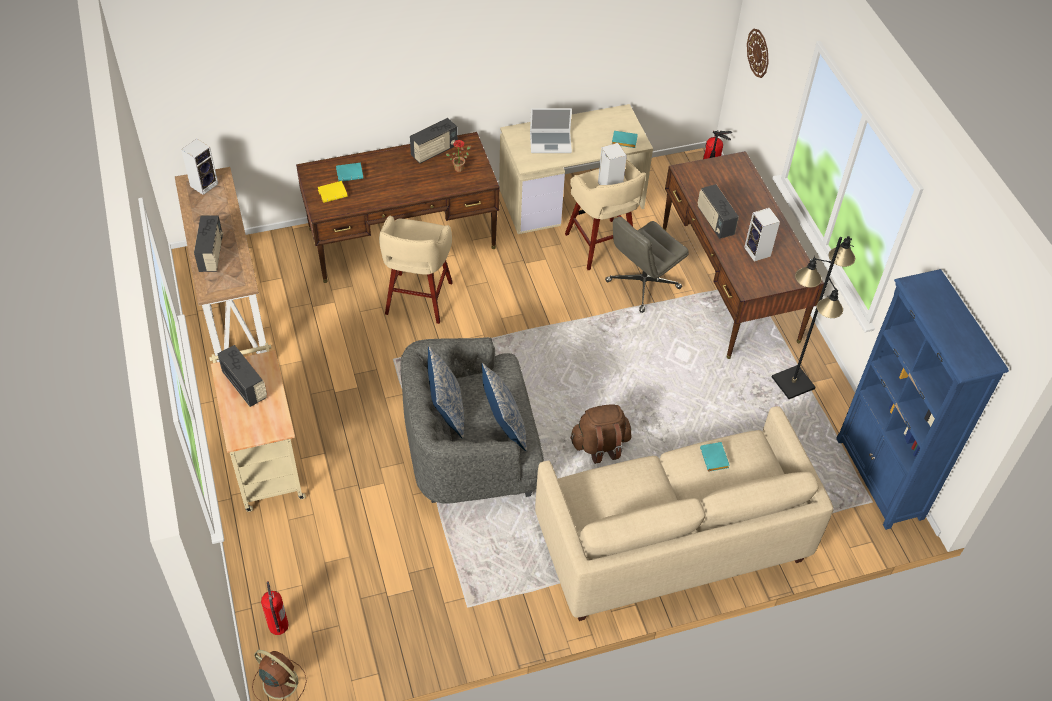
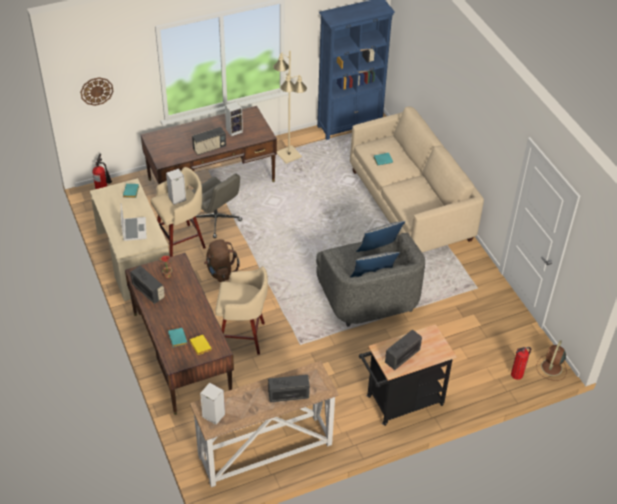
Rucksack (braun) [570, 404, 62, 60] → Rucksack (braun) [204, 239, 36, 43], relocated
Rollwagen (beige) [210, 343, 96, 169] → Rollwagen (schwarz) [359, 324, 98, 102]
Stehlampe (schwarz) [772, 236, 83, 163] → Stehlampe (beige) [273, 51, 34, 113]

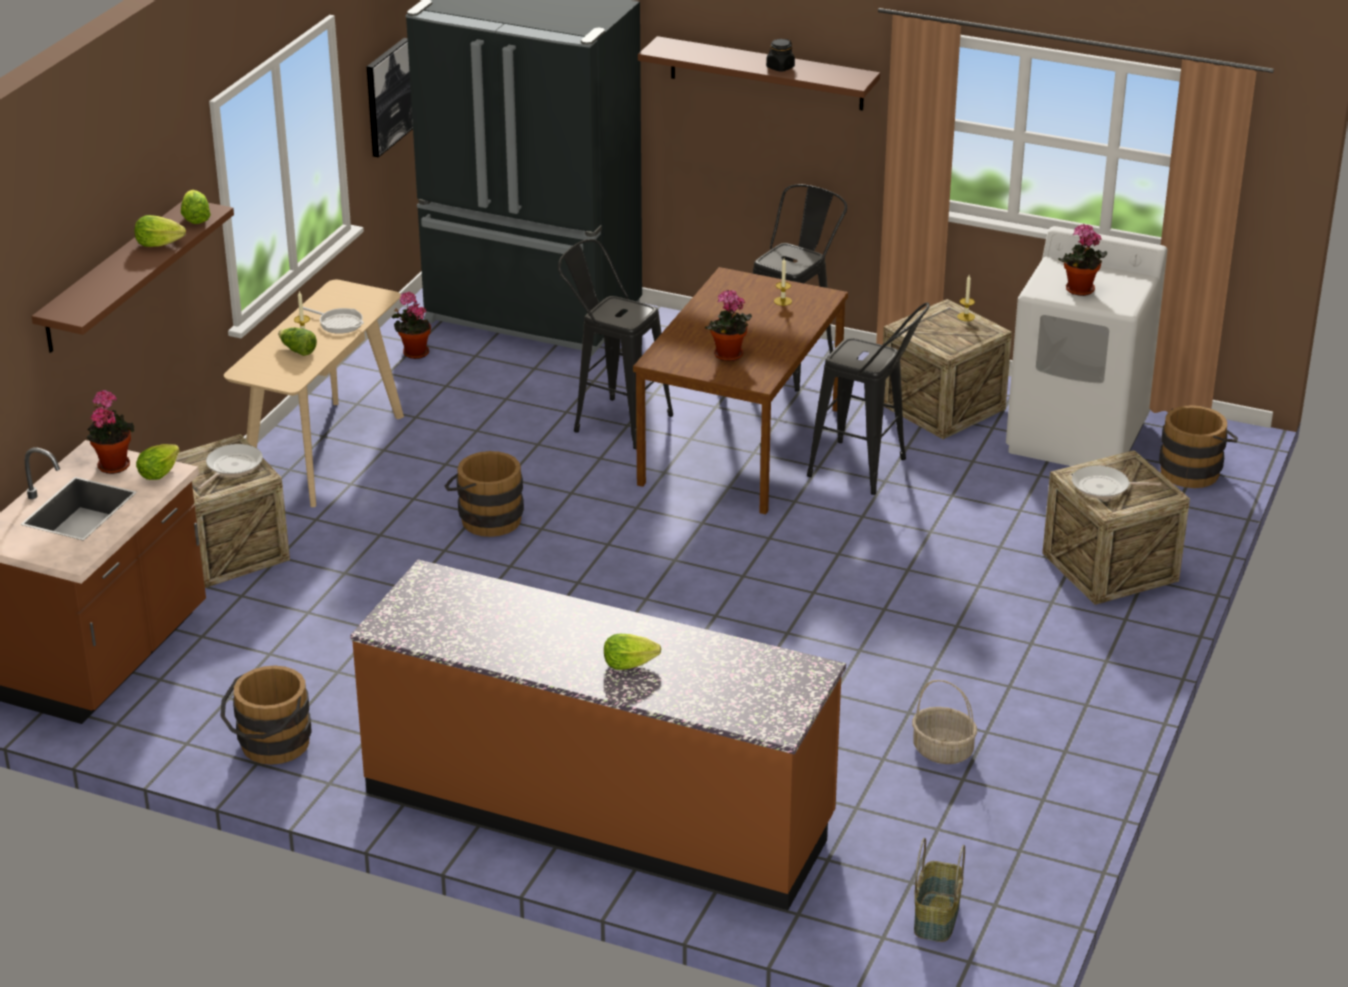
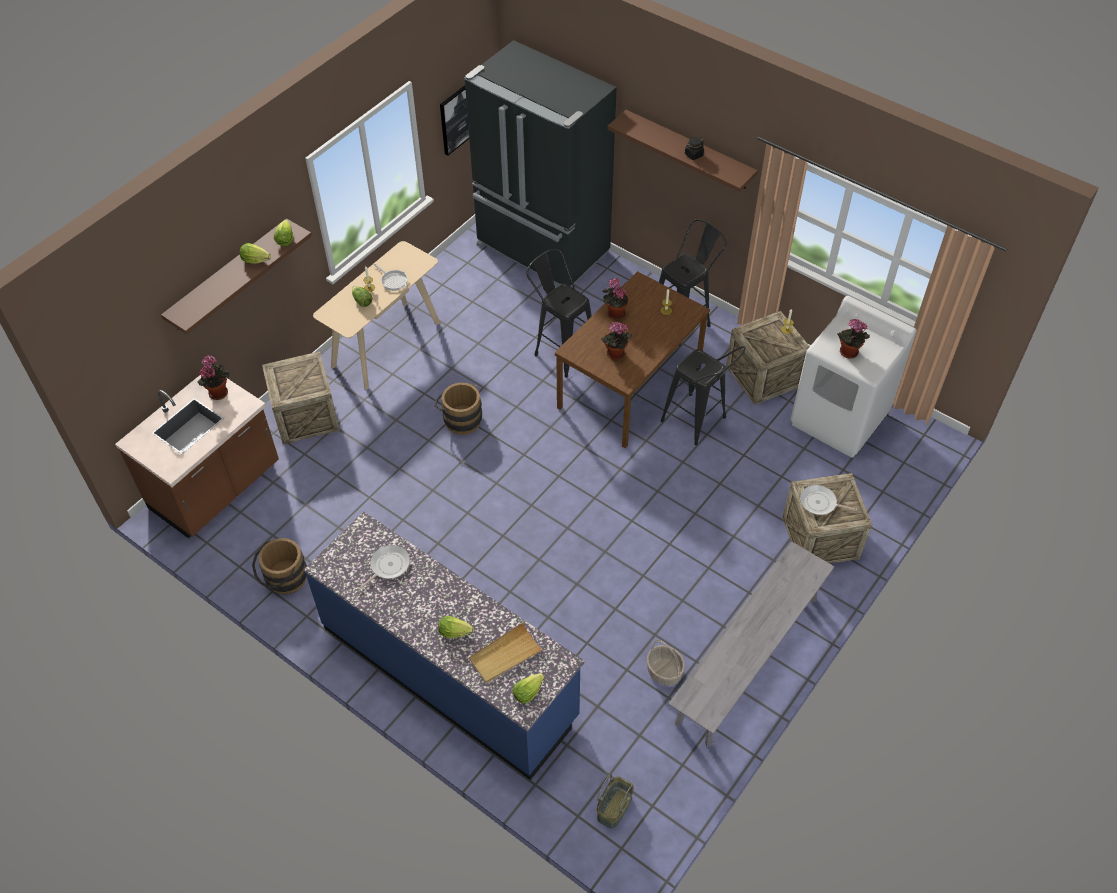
Eimer (braun) [1159, 405, 79, 83] → -
- → Tablett (beige) [469, 623, 74, 60]
- → Bank (grau) [668, 542, 167, 205]
Salatkopf [136, 444, 44, 36] → Salatkopf [513, 673, 32, 30], relocated
Pfanne [197, 444, 66, 46] → Pfanne [358, 545, 52, 45], relocated
Topfpflanze [392, 291, 39, 68] → Topfpflanze [602, 278, 26, 42], relocated
Küchenzeile (braun) [350, 559, 496, 351] → Küchenzeile (blau) [304, 511, 281, 269]

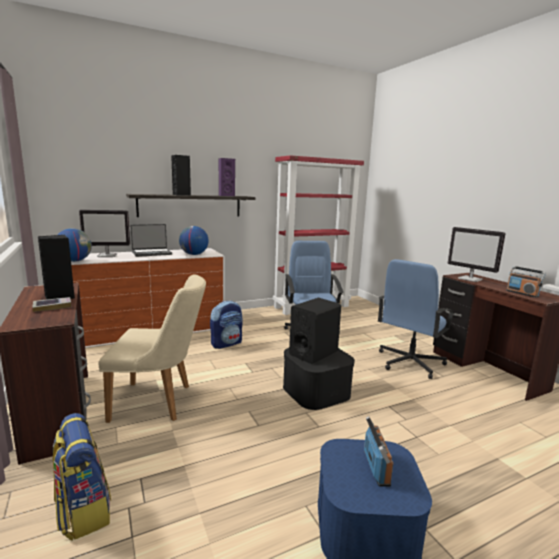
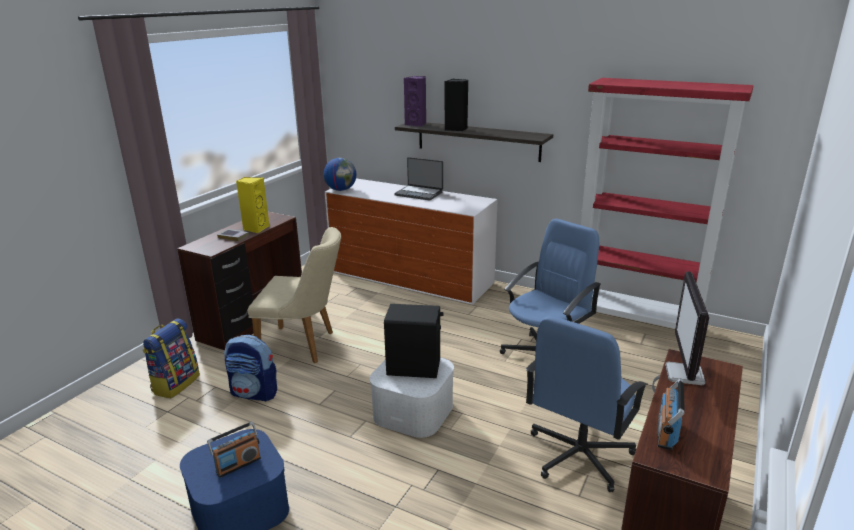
Monitor [79, 210, 51, 47] → -
Globus [179, 226, 30, 29] → -
Rucksack [210, 300, 32, 49] → Rucksack [224, 335, 53, 67], relocated
Lautsprecher (lila) [219, 158, 16, 38] → Lautsprecher (lila) [404, 76, 22, 51], relocated
Lautsprecher (schwarz) [38, 235, 37, 65] → Lautsprecher (gelb) [236, 177, 34, 56]
Aufbewahrungsbox (schwarz) [283, 348, 72, 62] → Aufbewahrungsbox (weiß) [370, 357, 84, 81]
Stuhl (beige) [99, 274, 107, 149] → Stuhl (beige) [248, 227, 93, 136], 45 degrees counterclockwise
Bürostuhl (blau) [378, 259, 77, 120] → Bürostuhl (blau) [526, 316, 122, 176], 60 degrees counterclockwise

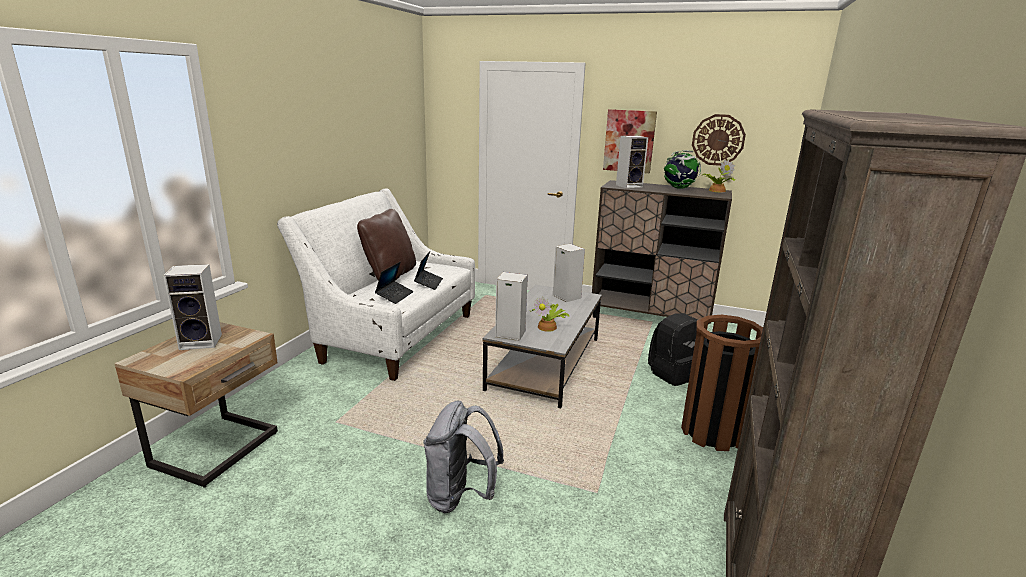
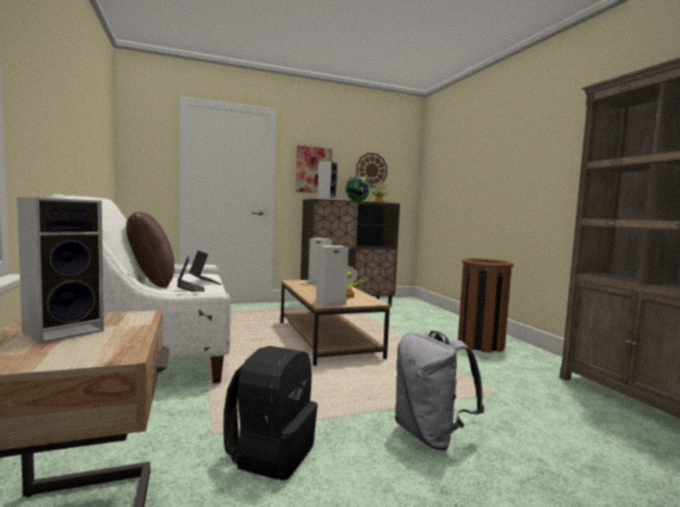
Rucksack (schwarz) [648, 313, 50, 73] → Rucksack (schwarz) [223, 346, 95, 134], relocated
Couchtisch (grau) [483, 285, 119, 123] → Couchtisch (braun) [281, 280, 109, 86]

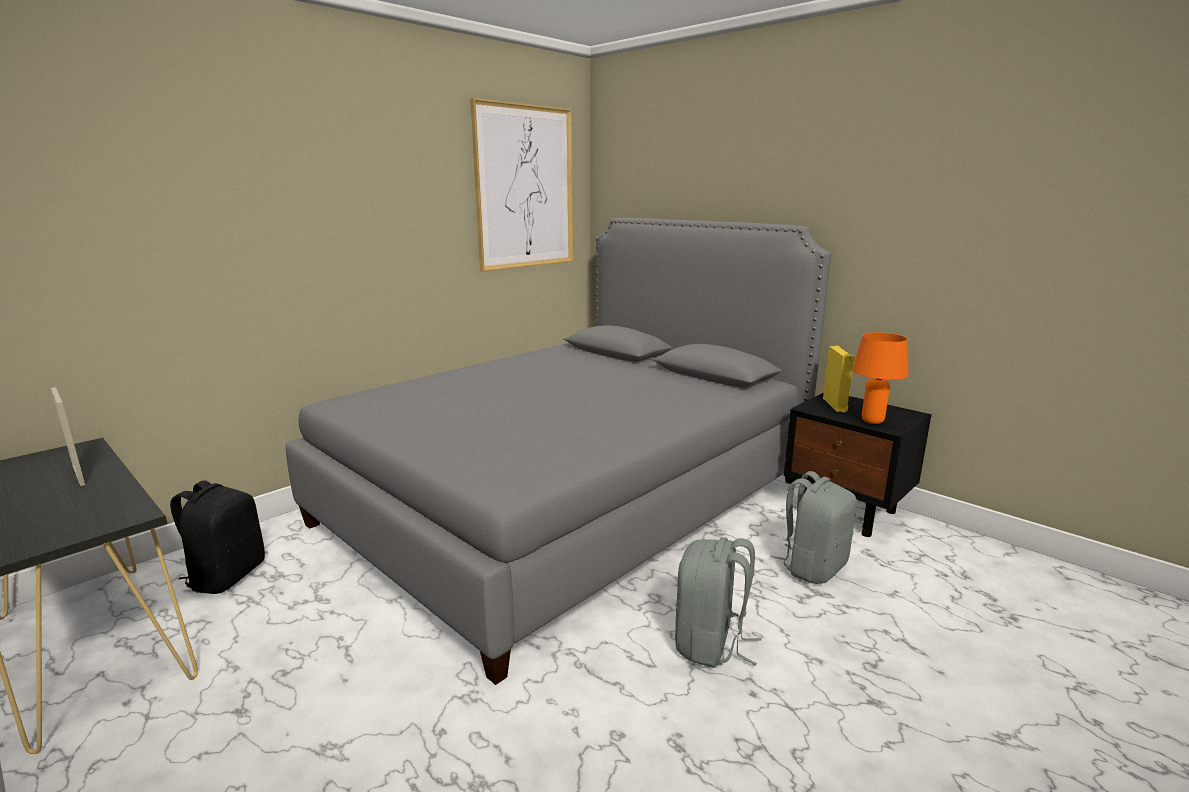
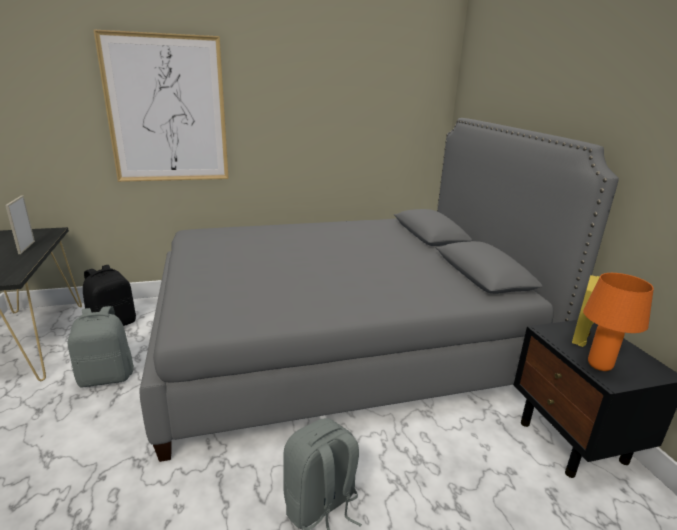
Bild [471, 98, 102, 173] → Bild [93, 29, 136, 153], relocated
Rucksack (grau) [770, 471, 87, 113] → Rucksack (grau) [68, 306, 66, 81], relocated

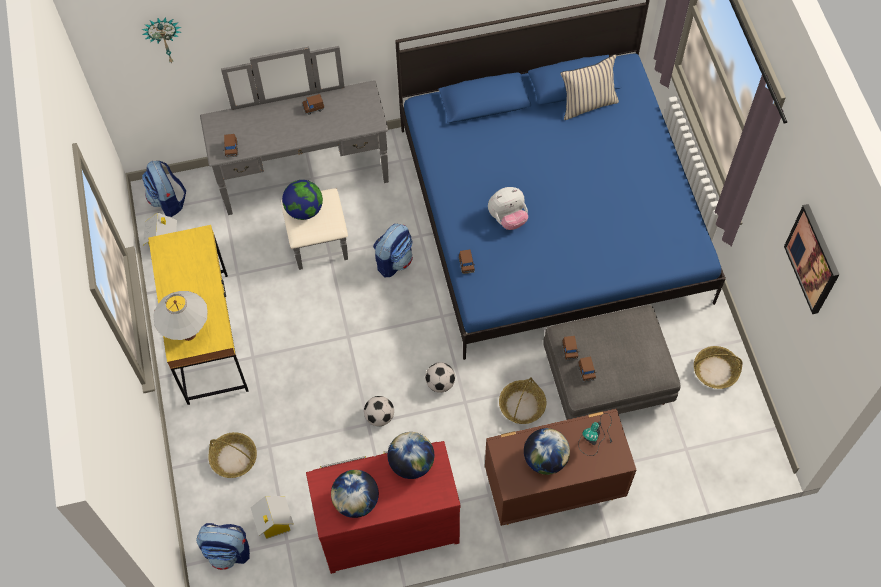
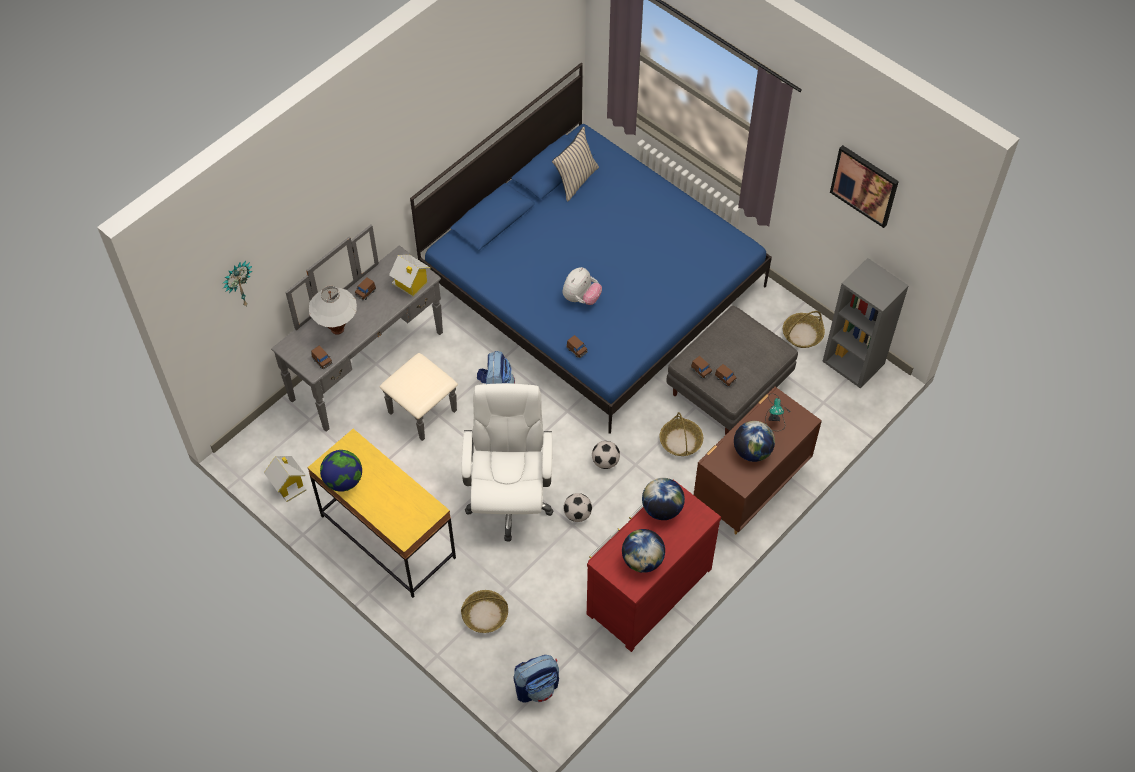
Rucksack [142, 161, 44, 56] → -
- → Bürostuhl (weiß) [461, 383, 92, 158]
- → Bücherregal (grau) [822, 258, 87, 131]
Tischlampe (weiß) [154, 291, 54, 50] → Tischlampe (weiß) [309, 286, 48, 49], relocated
Spielzeughaus [251, 496, 43, 43] → Spielzeughaus [389, 255, 41, 42], relocated
Globus [282, 180, 41, 40] → Globus [320, 450, 42, 42], relocated

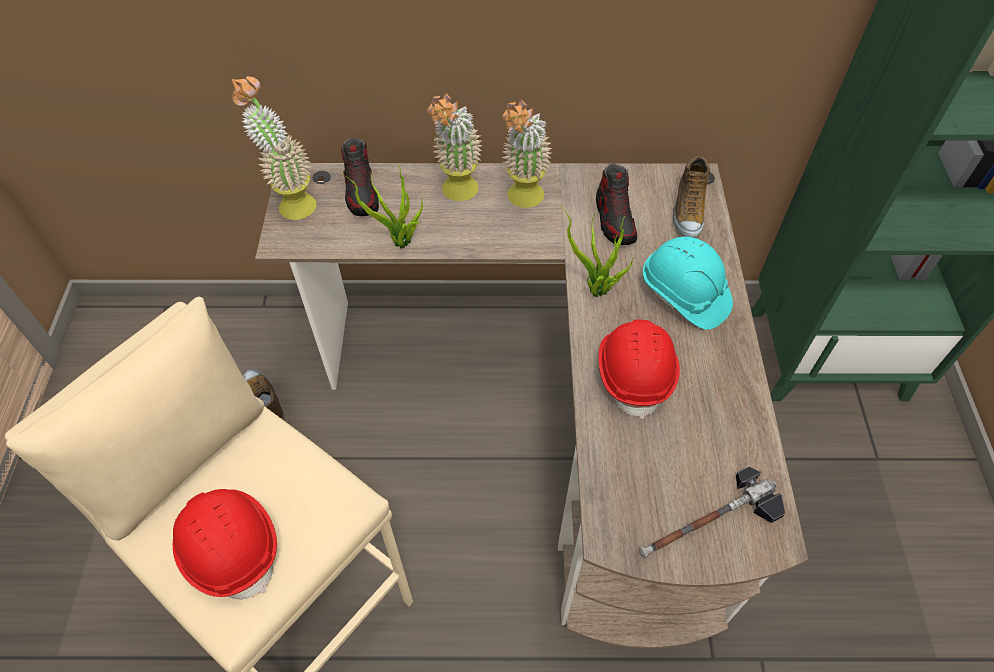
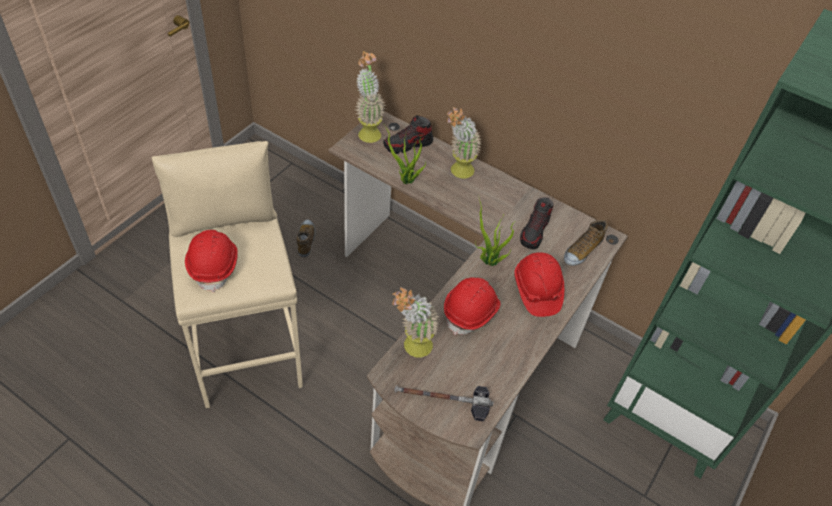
Topfpflanze [501, 99, 51, 109] → Topfpflanze [392, 287, 48, 70], relocated
Schutzhelm (türkis) [643, 237, 90, 93] → Schutzhelm (rot) [514, 252, 50, 65]
Schuh [341, 137, 38, 79] → Schuh [383, 115, 50, 39], 45 degrees clockwise

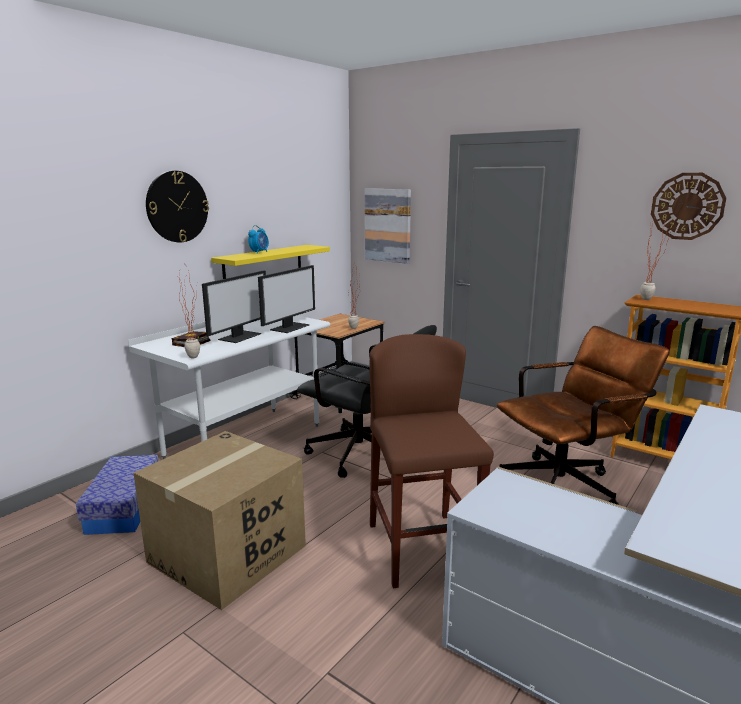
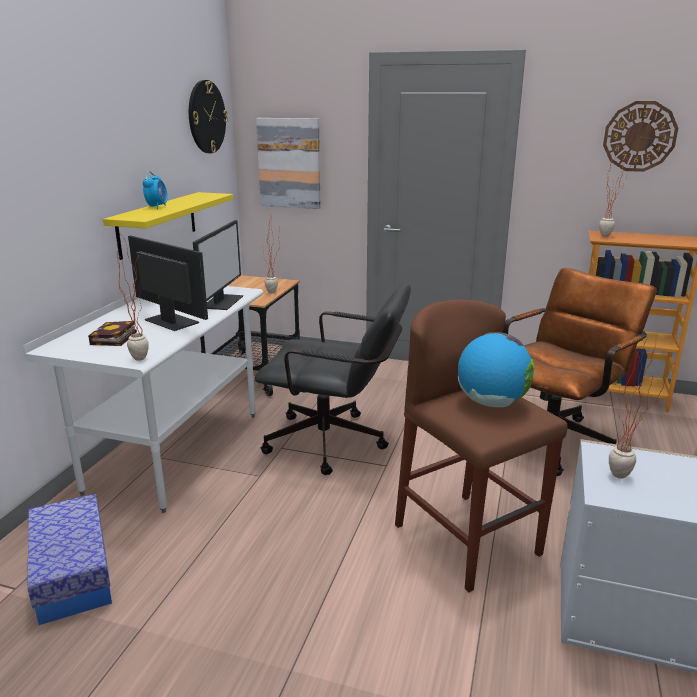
Karton [134, 431, 172, 179] → -
- → Globus [458, 332, 77, 75]
- → Topfpflanze [609, 335, 63, 144]
Wanduhr [146, 171, 63, 71] → Wanduhr [189, 80, 39, 73], relocated
Monitor [202, 270, 64, 73] → Monitor [128, 236, 80, 95], 60 degrees counterclockwise

